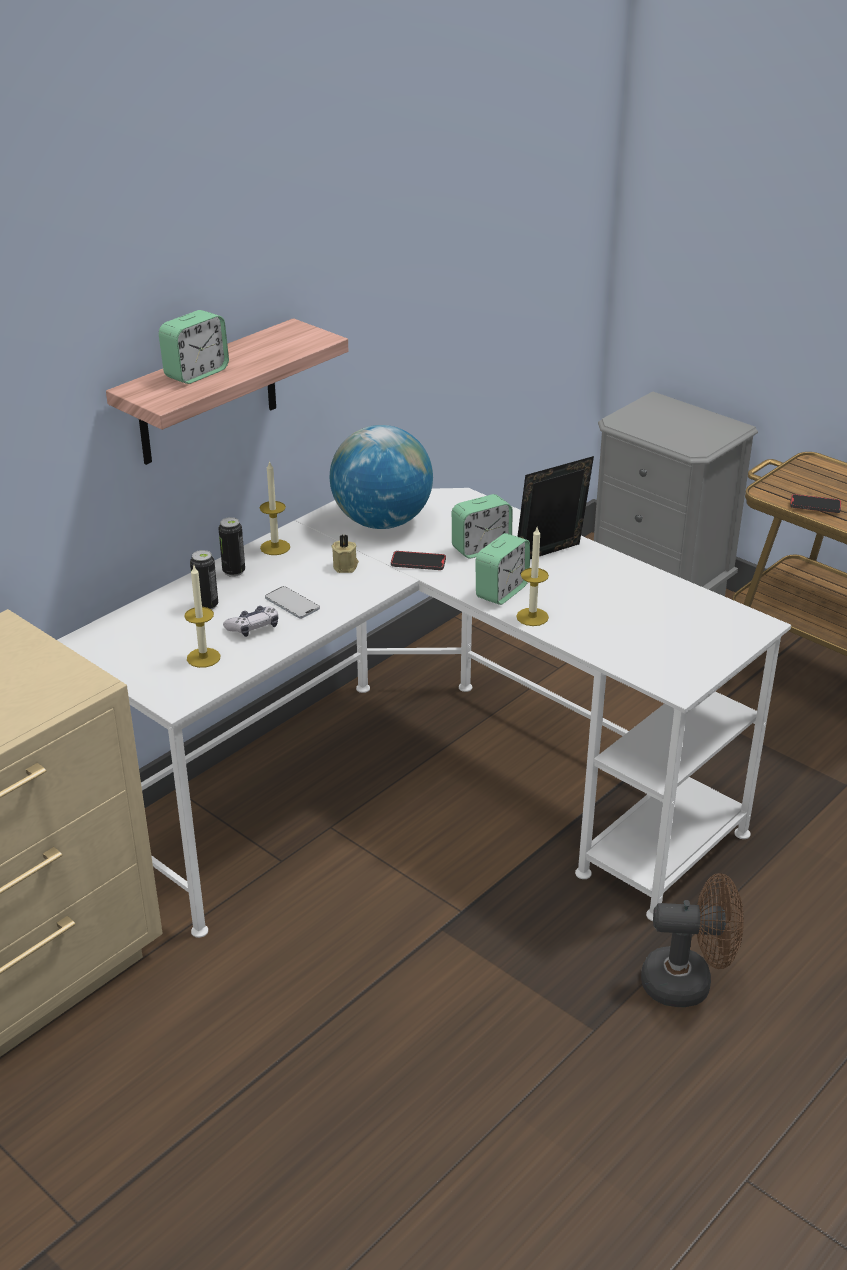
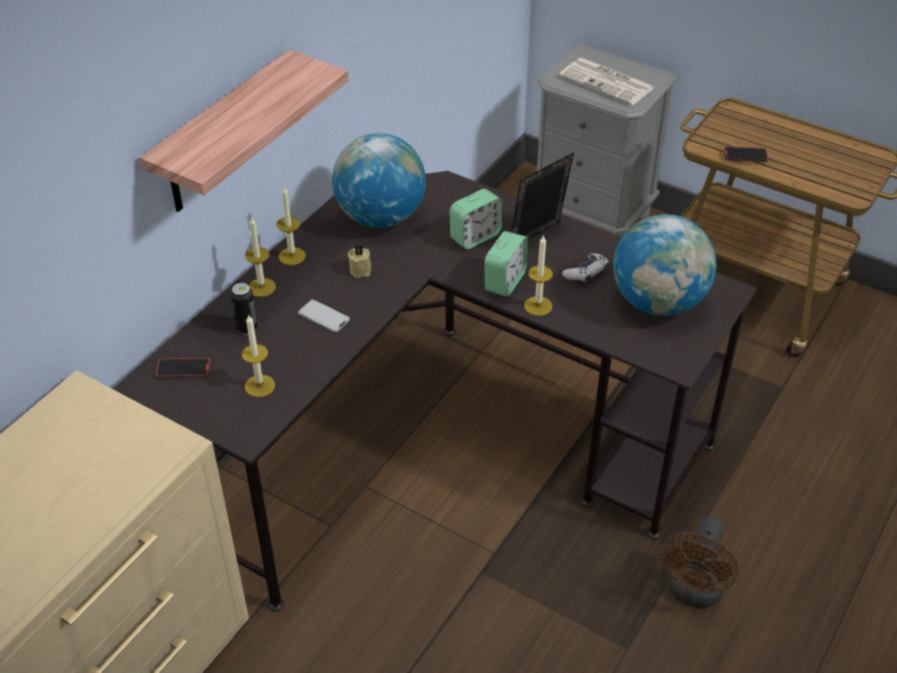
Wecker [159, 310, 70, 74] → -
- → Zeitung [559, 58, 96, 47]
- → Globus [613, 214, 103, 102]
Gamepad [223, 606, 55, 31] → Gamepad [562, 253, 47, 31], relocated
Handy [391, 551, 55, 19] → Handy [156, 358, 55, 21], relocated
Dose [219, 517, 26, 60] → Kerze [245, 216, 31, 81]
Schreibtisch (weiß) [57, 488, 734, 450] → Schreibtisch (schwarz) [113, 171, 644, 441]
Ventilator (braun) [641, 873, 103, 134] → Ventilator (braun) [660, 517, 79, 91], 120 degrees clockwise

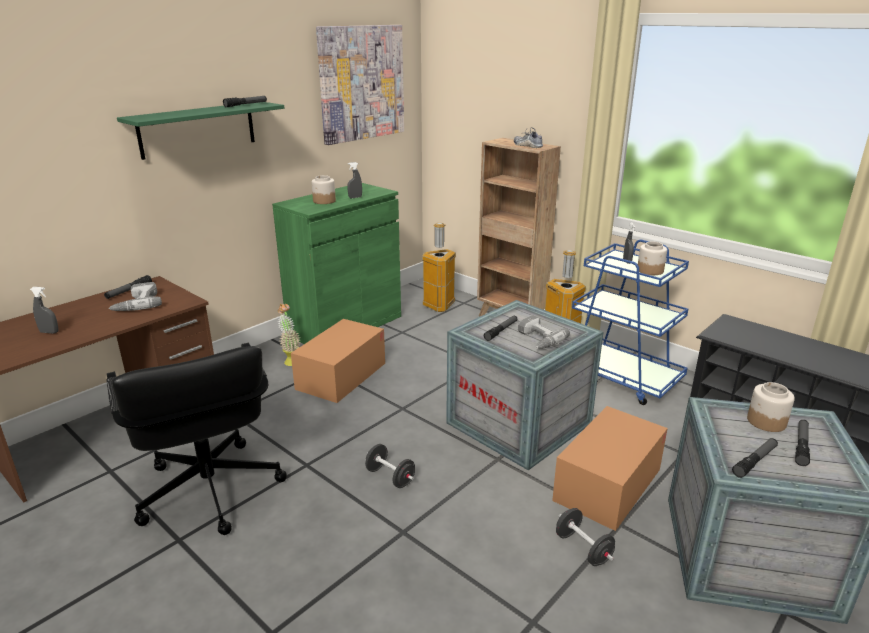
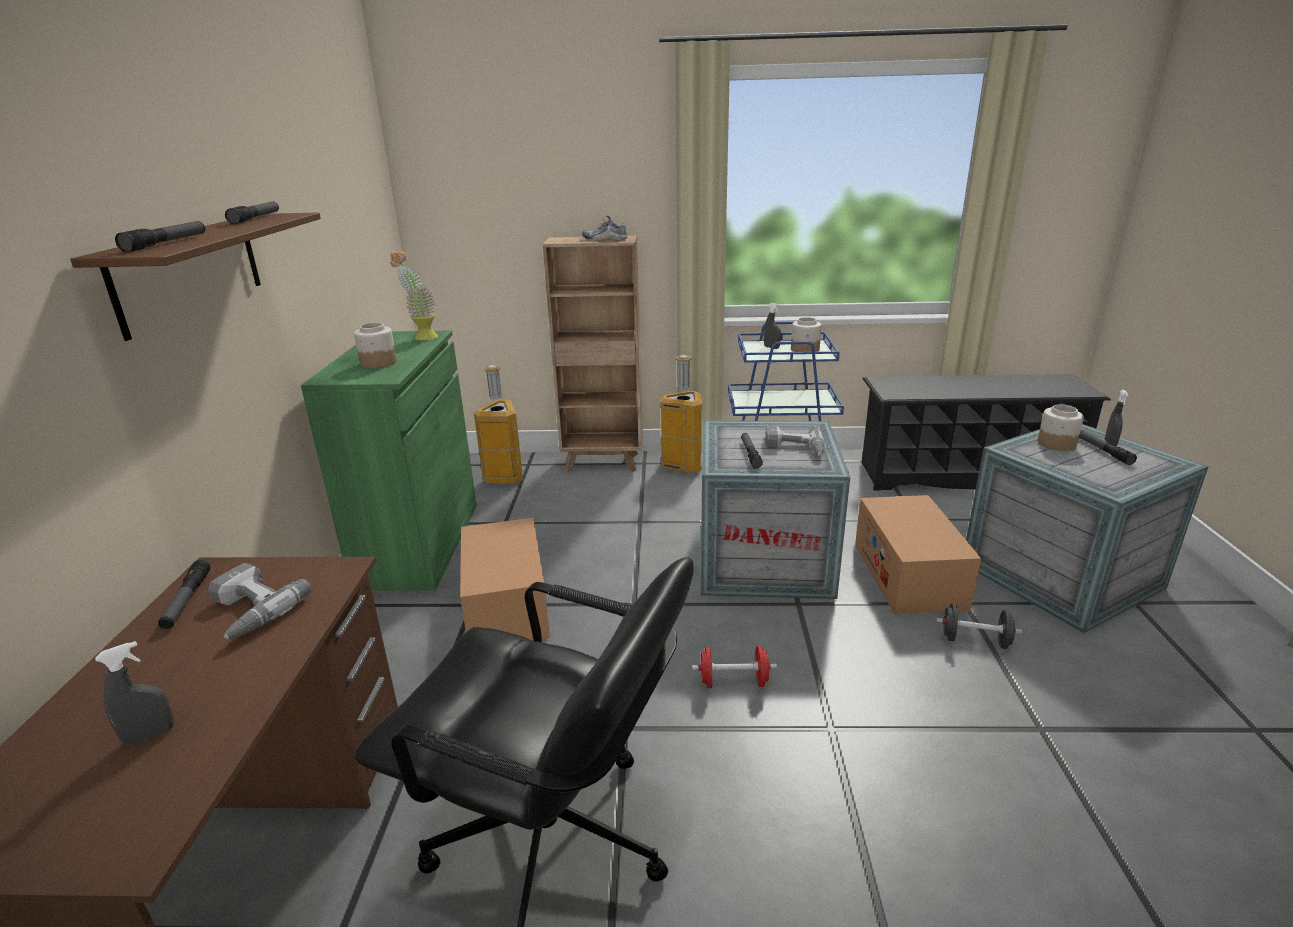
Bild [316, 25, 88, 120] → -
Topfpflanze [277, 304, 23, 62] → Topfpflanze [390, 251, 48, 89], relocated
Sprühflasche (grau) [347, 162, 15, 36] → Sprühflasche (grau) [1105, 390, 23, 56], relocated
Taschenlampe [732, 438, 46, 40] → Taschenlampe [115, 221, 90, 31], relocated
Wandregal (grün) [117, 102, 167, 58] → Wandregal (braun) [70, 213, 251, 128]
Hantel (schwarz) [365, 444, 50, 44] → Hantel (rot) [692, 646, 85, 42]

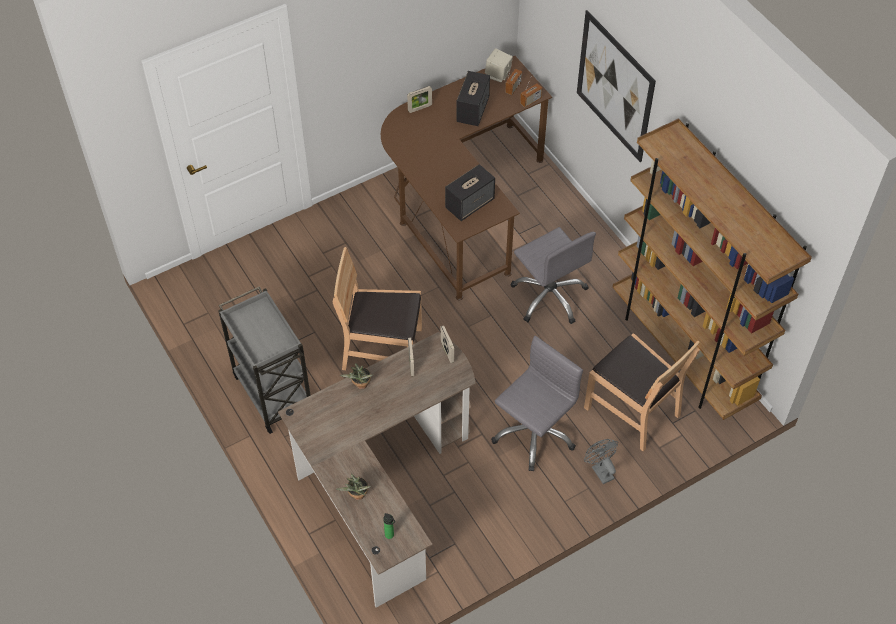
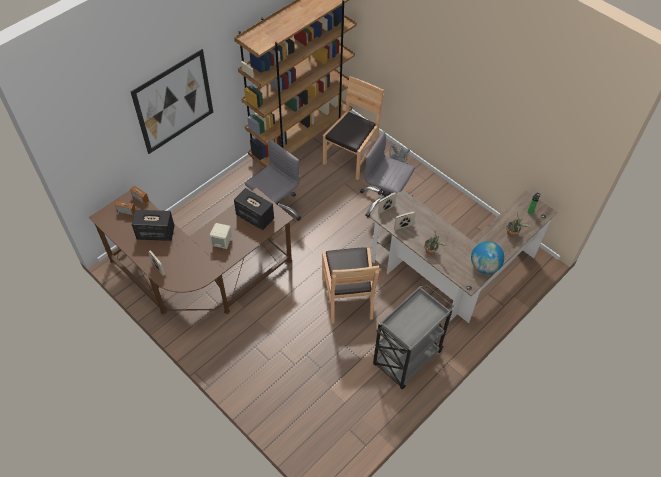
- → Globus [471, 241, 33, 33]
Lautsprecher (beige) [485, 48, 28, 34] → Lautsprecher (beige) [210, 223, 22, 26], relocated

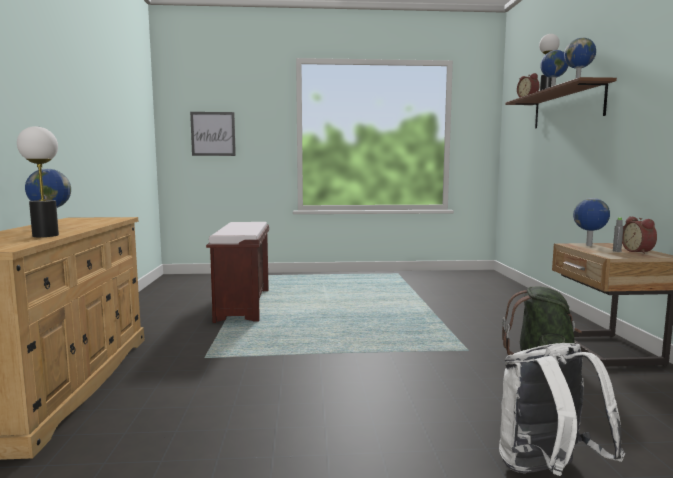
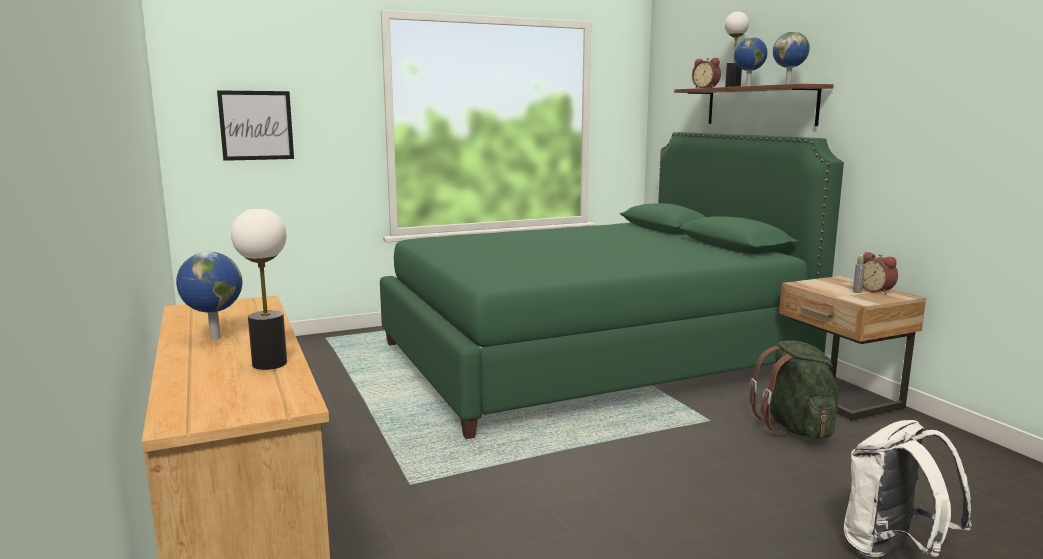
Bank (braun) [206, 222, 63, 101] → -
Globus [573, 198, 37, 48] → -
- → Bett (grün) [380, 132, 464, 307]

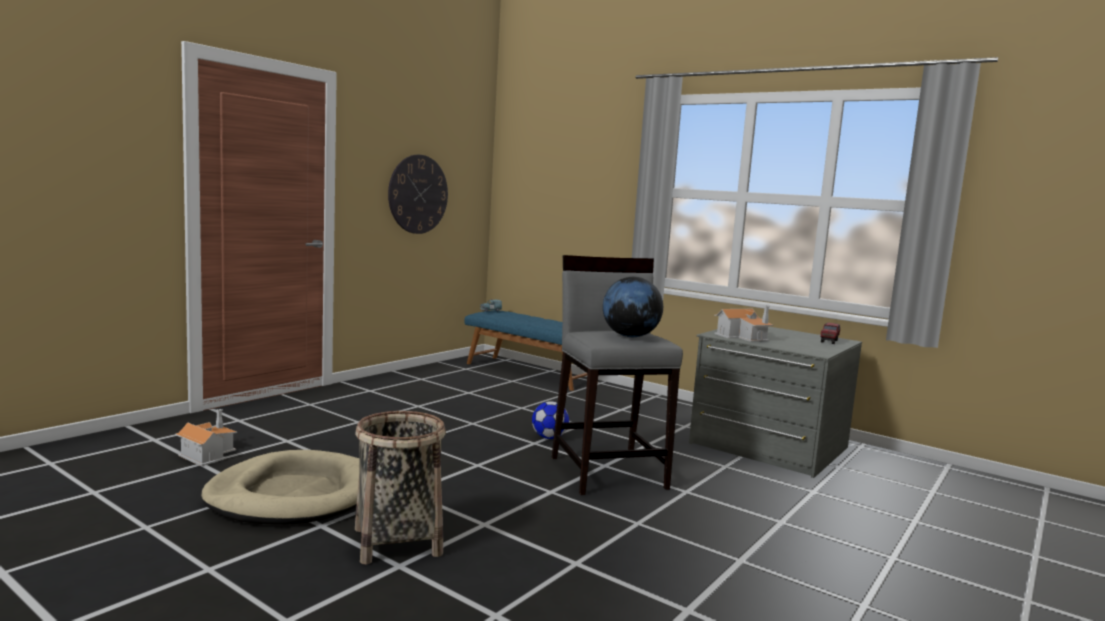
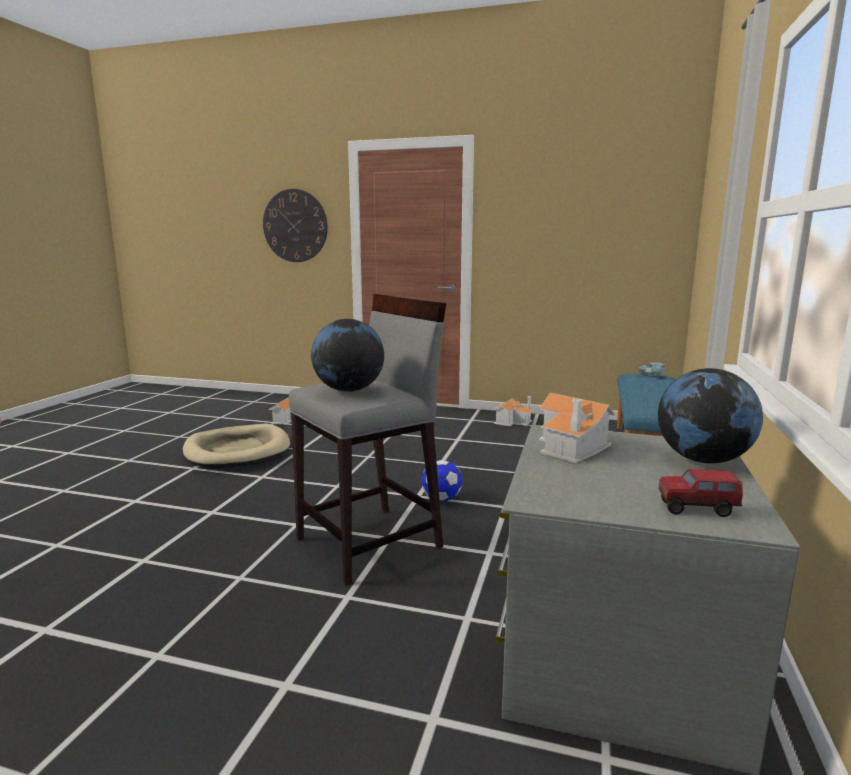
Korb [355, 411, 91, 154] → -
- → Spielzeughaus [493, 396, 41, 30]
- → Globus [658, 368, 105, 96]
Wanduhr [388, 155, 60, 79] → Wanduhr [263, 189, 65, 73], relocated

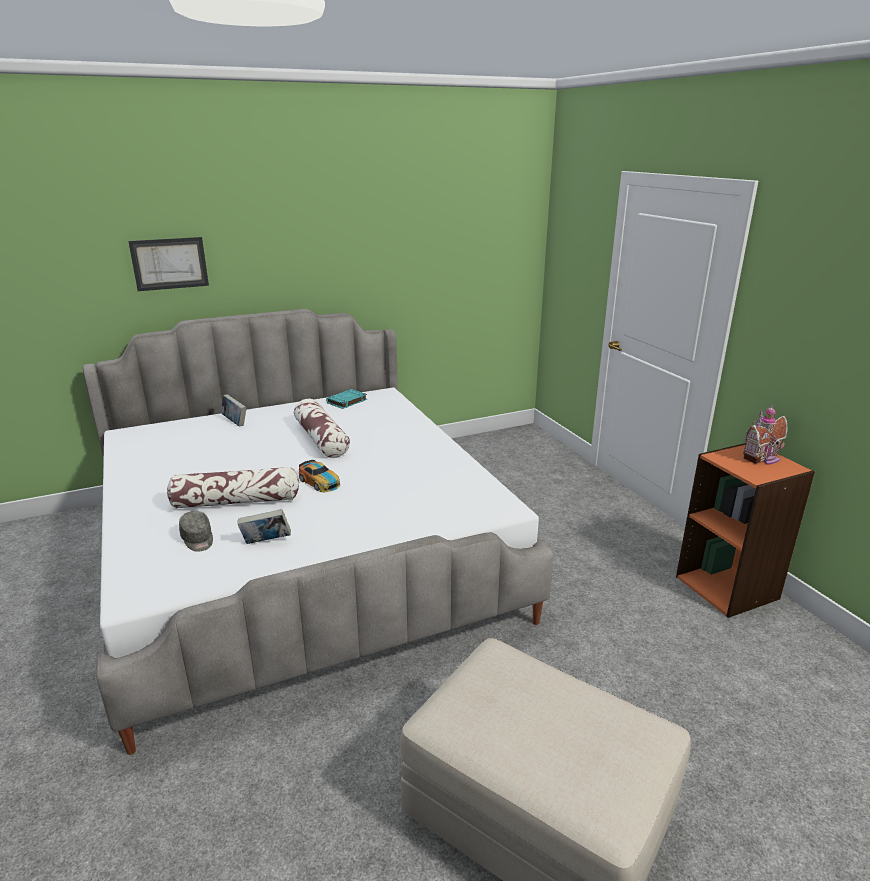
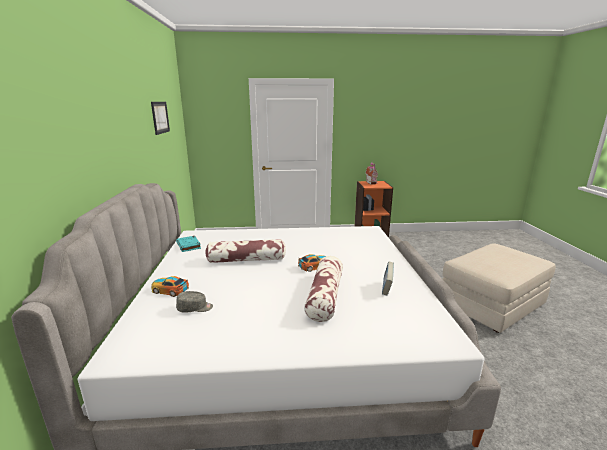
Bild [128, 237, 81, 54] → Bild [151, 102, 19, 33], relocated
Kappe (grau) [179, 511, 34, 41] → Kappe (grau) [176, 291, 37, 22], relocated
Buch [221, 394, 26, 32] → Spielzeugauto [151, 276, 38, 21]

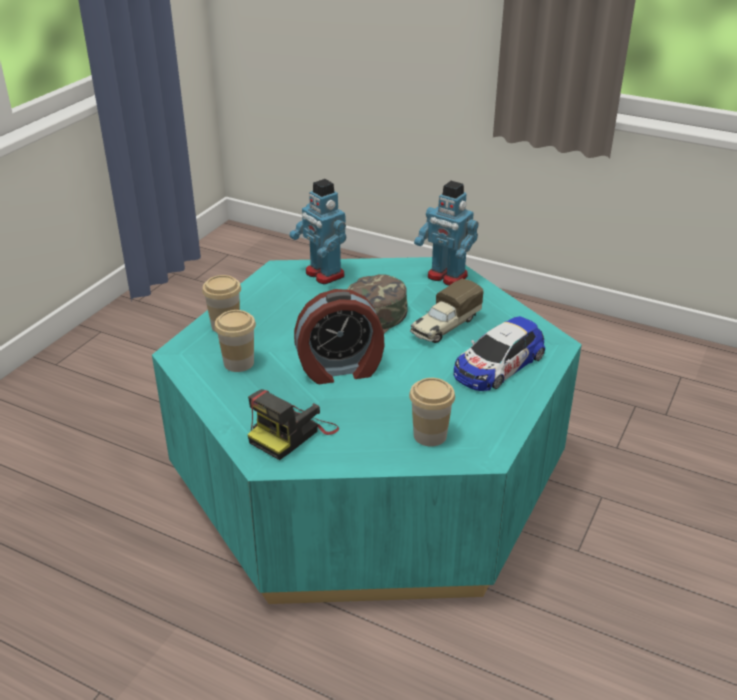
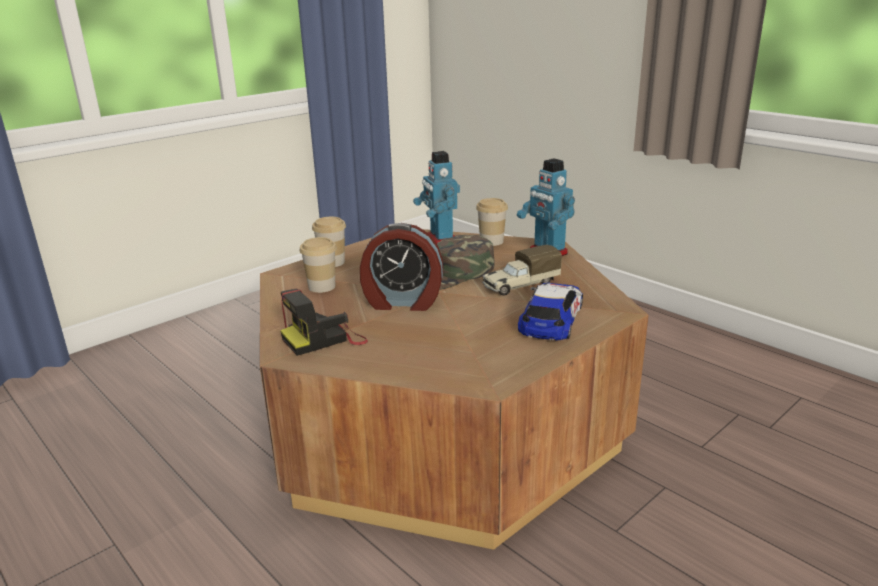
Tasse [409, 378, 46, 68] → Tasse [476, 198, 32, 48], relocated
Couchtisch (türkis) [152, 257, 430, 347] → Couchtisch (braun) [260, 229, 389, 321]
Spielzeugauto [454, 316, 91, 75] → Spielzeugauto [518, 283, 65, 58], 135 degrees clockwise

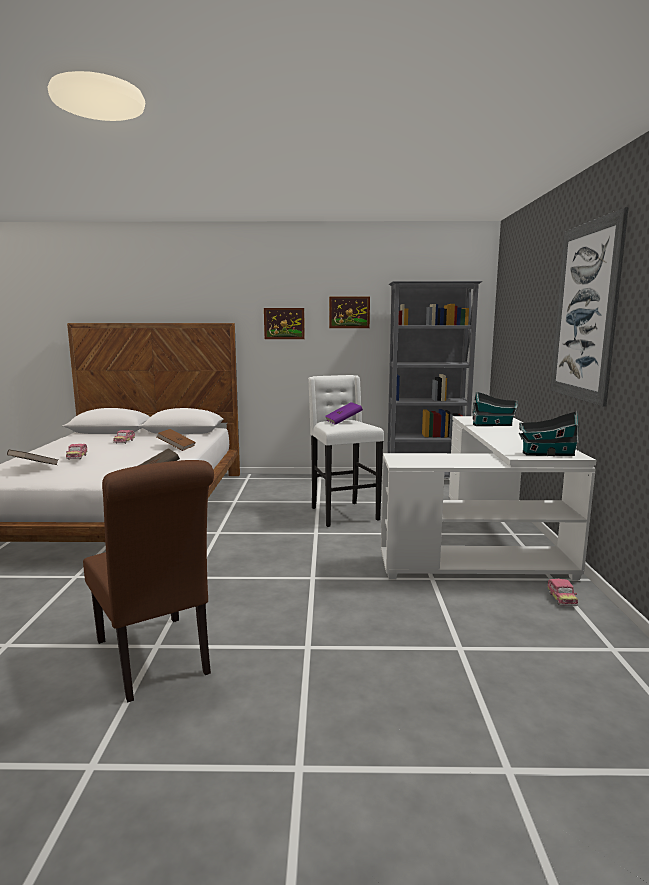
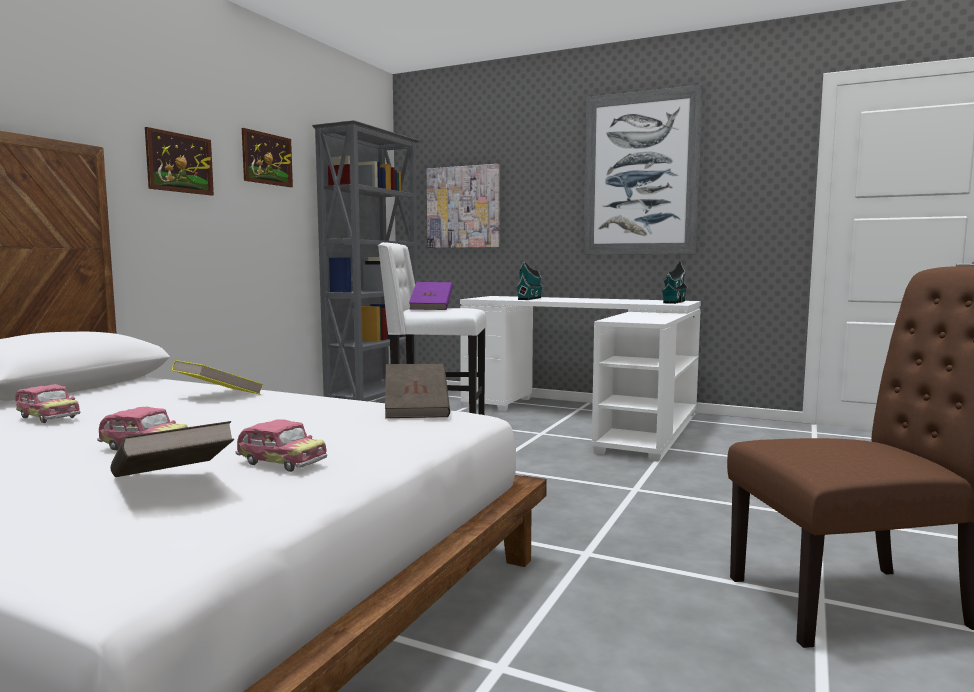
- → Bild [427, 164, 73, 84]
Spielzeugauto [547, 579, 31, 27] → Spielzeugauto [235, 419, 92, 53], relocated
Buch (braun) [157, 429, 38, 22] → Buch (gelb) [172, 360, 92, 35]

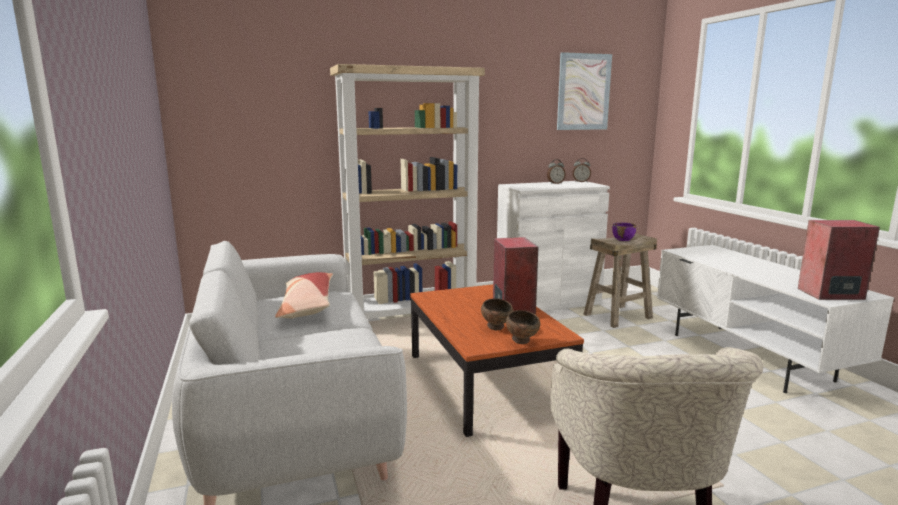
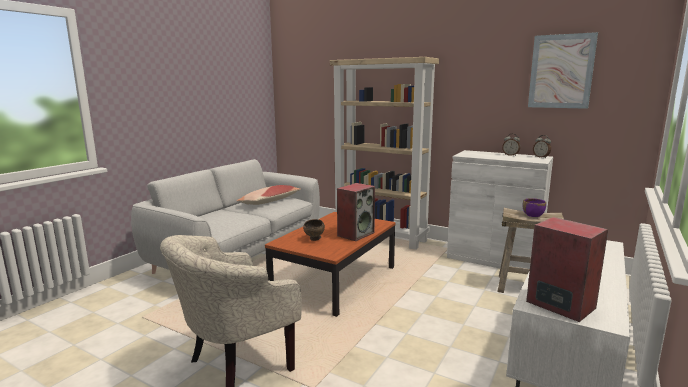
Schüssel (braun) [506, 310, 34, 34] → -

